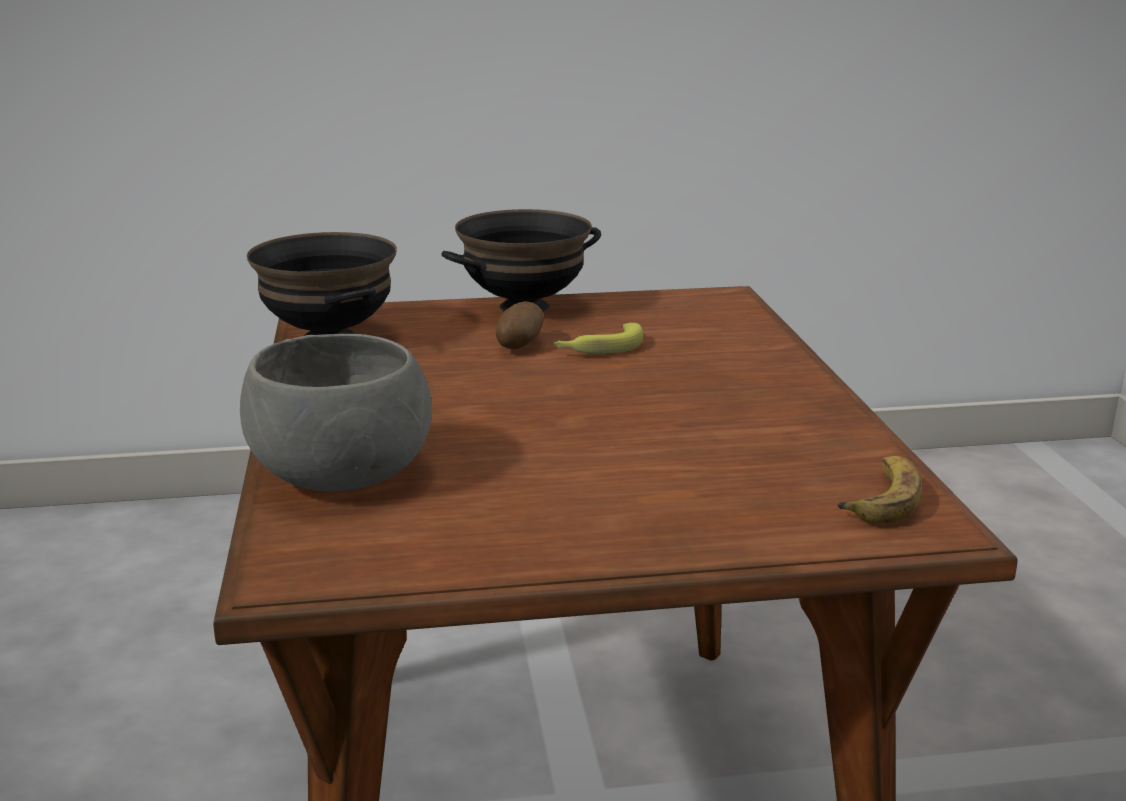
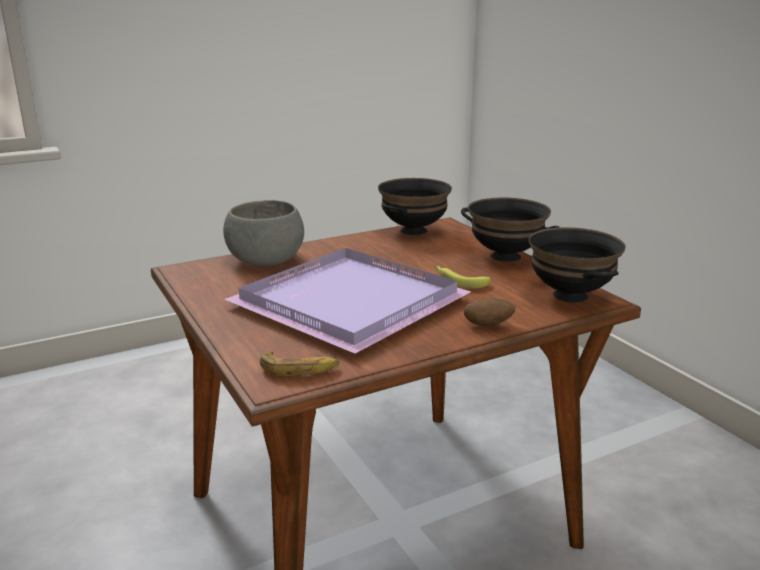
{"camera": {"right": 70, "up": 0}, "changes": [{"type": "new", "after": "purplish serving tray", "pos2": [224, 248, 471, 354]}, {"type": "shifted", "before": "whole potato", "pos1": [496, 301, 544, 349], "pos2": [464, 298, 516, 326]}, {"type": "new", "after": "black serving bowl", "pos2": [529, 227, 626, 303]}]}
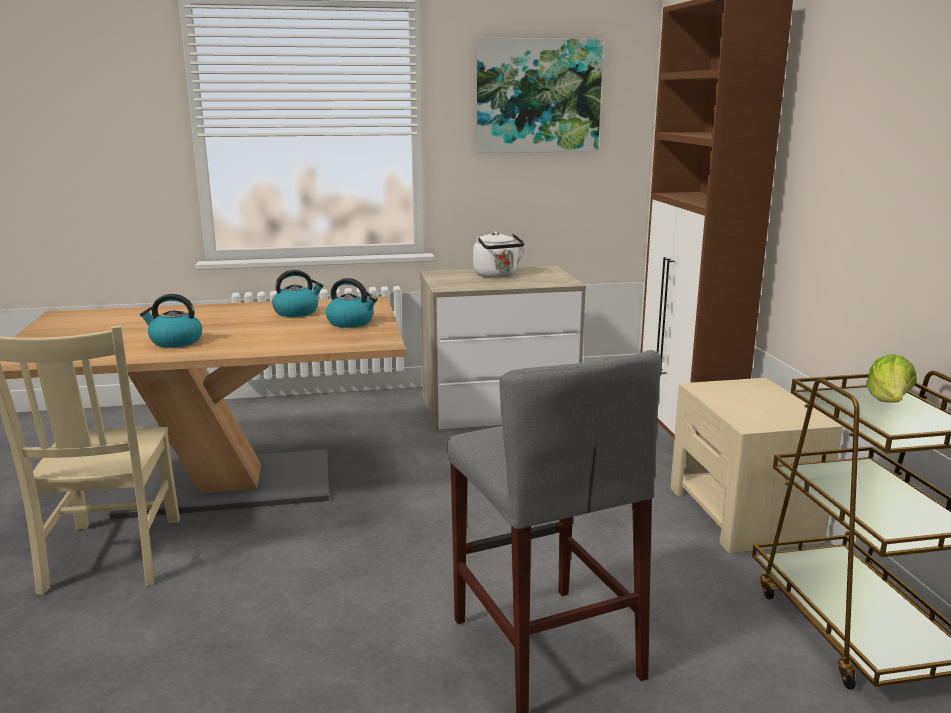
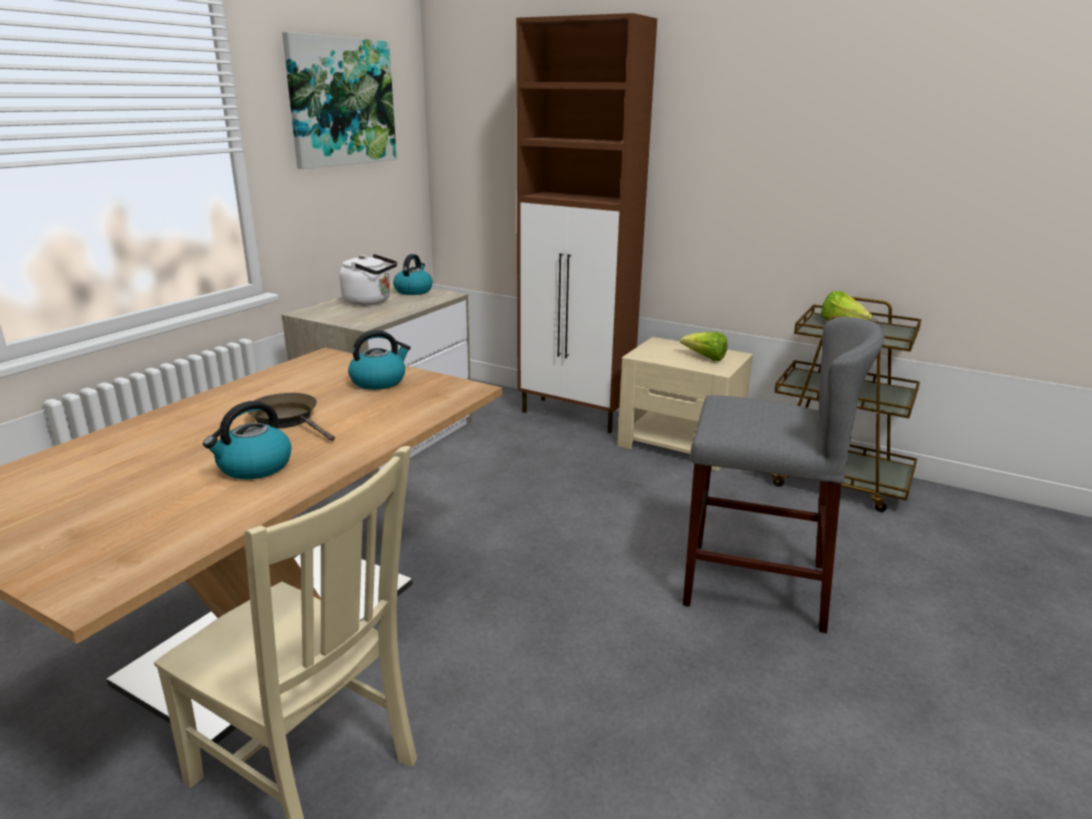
{"camera": {"right": -50, "up": 5}, "changes": [{"type": "new", "after": "brown frying pan", "pos2": [247, 393, 335, 441]}, {"type": "shifted", "before": "kettle", "pos1": [272, 270, 324, 317], "pos2": [393, 254, 433, 295]}, {"type": "new", "after": "lettuce head", "pos2": [680, 332, 727, 361]}]}
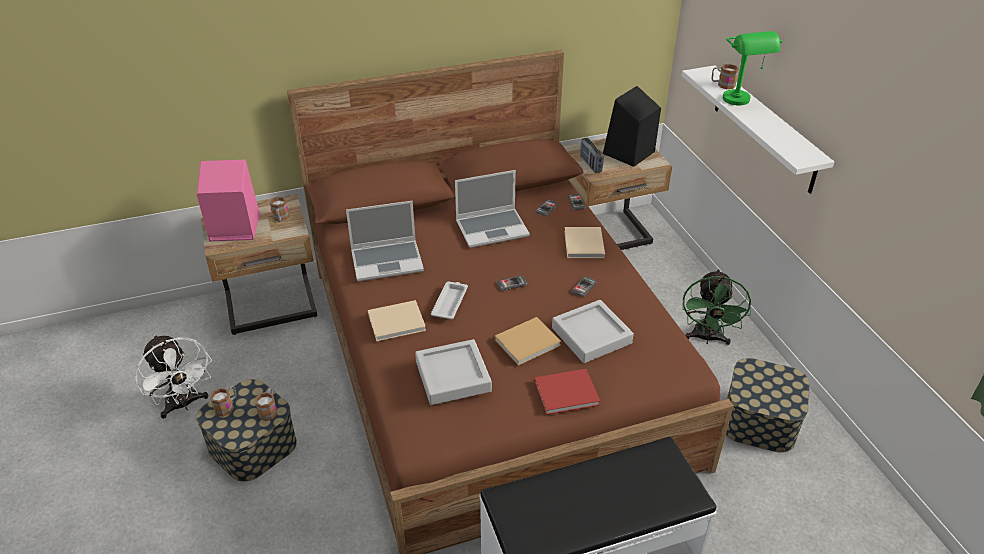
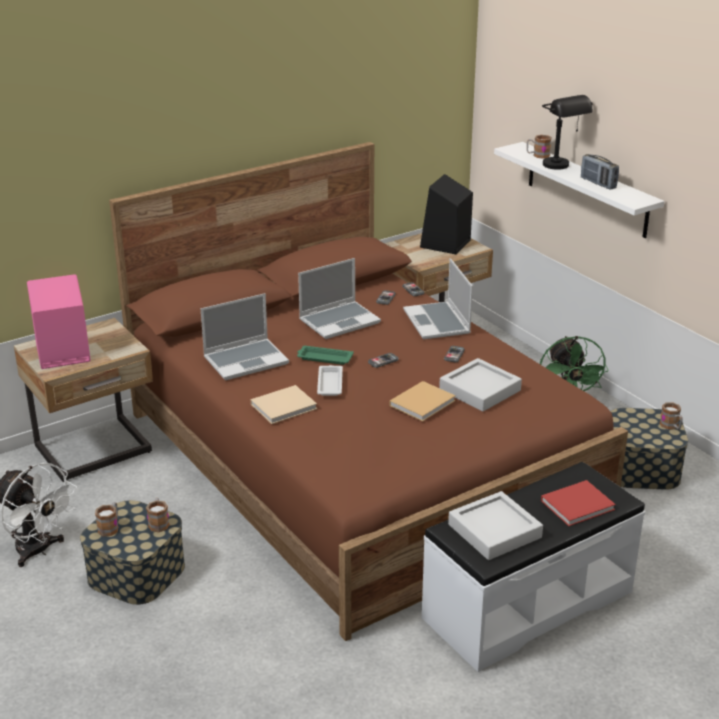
{"camera": {"right": -15, "up": -10}, "changes": [{"type": "new", "after": "green-coloured serving tray", "pos2": [297, 346, 354, 365]}, {"type": "swapped", "before": "sand-coloured volume", "after": "laptop", "pos1": [564, 227, 605, 258], "pos2": [403, 258, 473, 339]}, {"type": "shifted", "before": "grey serving tray", "pos1": [415, 339, 492, 405], "pos2": [448, 491, 543, 560]}, {"type": "shifted", "before": "red volume", "pos1": [534, 369, 600, 415], "pos2": [541, 480, 616, 526]}, {"type": "repainted", "before": "green-coloured tabletop lamp", "after": "black tabletop lamp", "pos1": [723, 31, 782, 105], "pos2": [542, 95, 593, 170]}, {"type": "shifted", "before": "radio set", "pos1": [580, 138, 604, 173], "pos2": [581, 154, 619, 189]}, {"type": "shifted", "before": "coffee mug", "pos1": [269, 196, 289, 222], "pos2": [660, 403, 683, 429]}]}
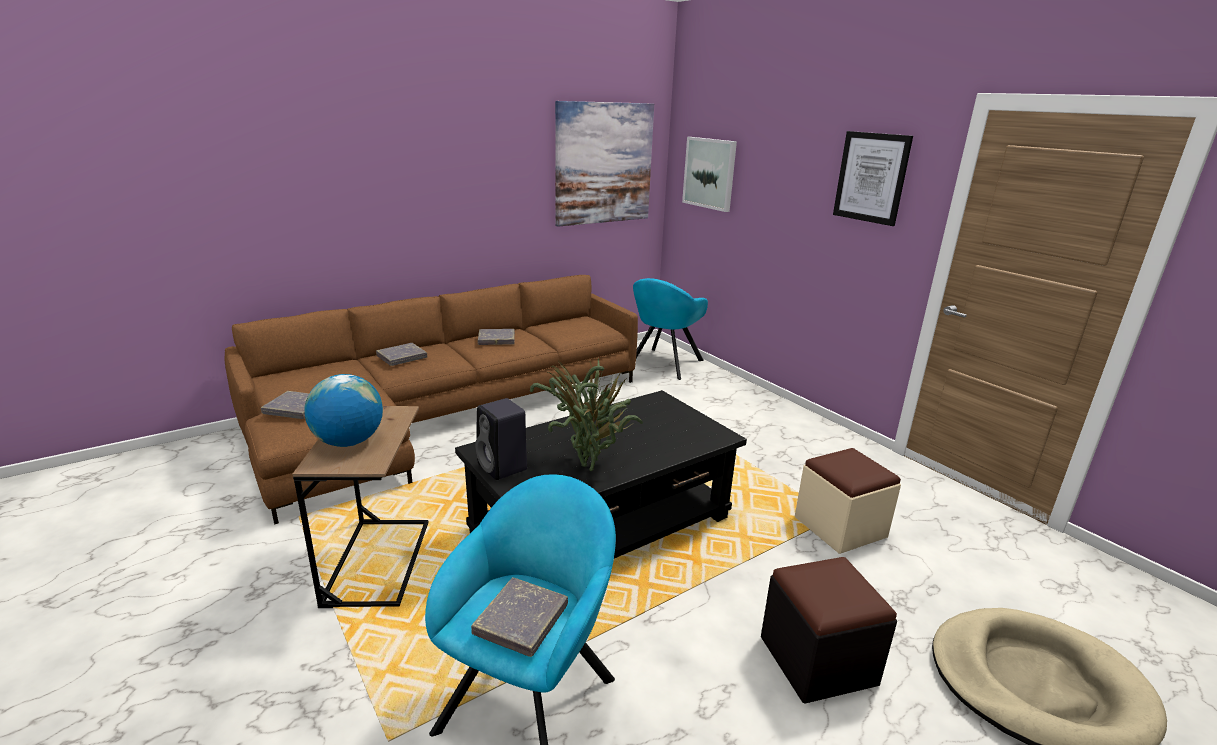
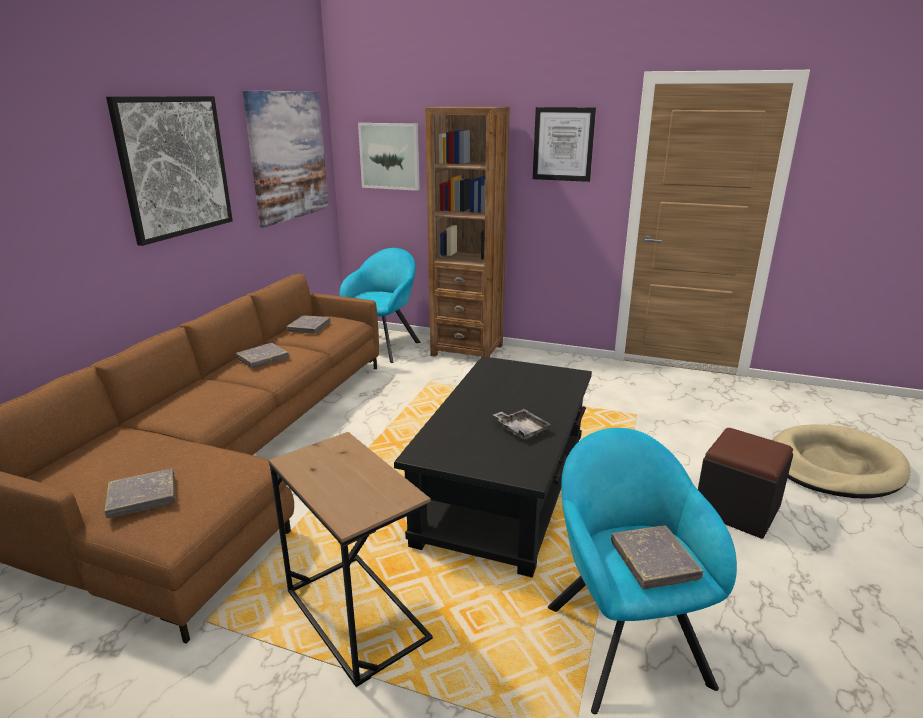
{"camera": {"right": -35, "up": 0}, "changes": [{"type": "new", "after": "wall art", "pos2": [106, 96, 233, 246]}, {"type": "shifted", "before": "grey volume", "pos1": [376, 343, 428, 366], "pos2": [286, 315, 330, 334]}, {"type": "rotated", "before": "turquoise lounge chair", "pos1": [633, 278, 708, 380], "pos2": [340, 248, 420, 363], "turn": -150}, {"type": "new", "after": "brown bookcase", "pos2": [425, 107, 510, 357]}, {"type": "swapped", "before": "plant in a pot", "after": "grey serving tray", "pos1": [530, 358, 643, 471], "pos2": [493, 409, 551, 440]}, {"type": "gone", "before": "globe", "pos1": [304, 374, 383, 447]}, {"type": "gone", "before": "black audio speaker", "pos1": [475, 398, 527, 480]}, {"type": "gone", "before": "sand-coloured ottoman", "pos1": [795, 448, 901, 554]}]}
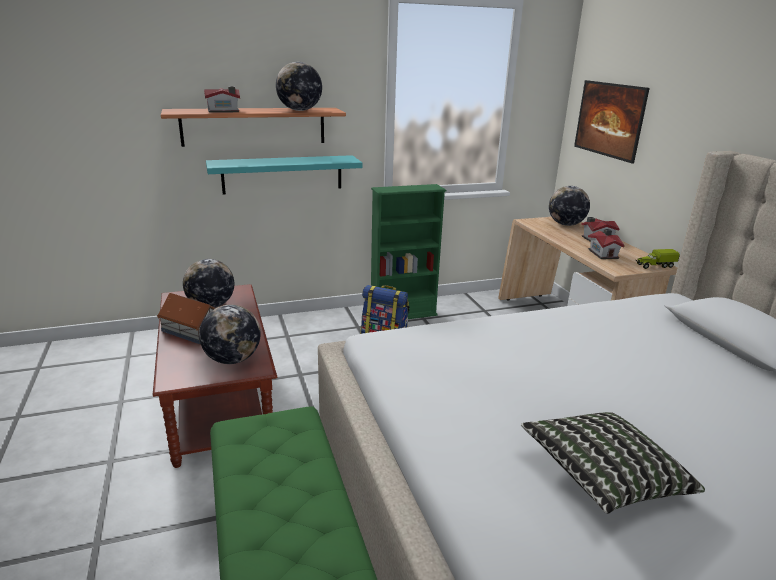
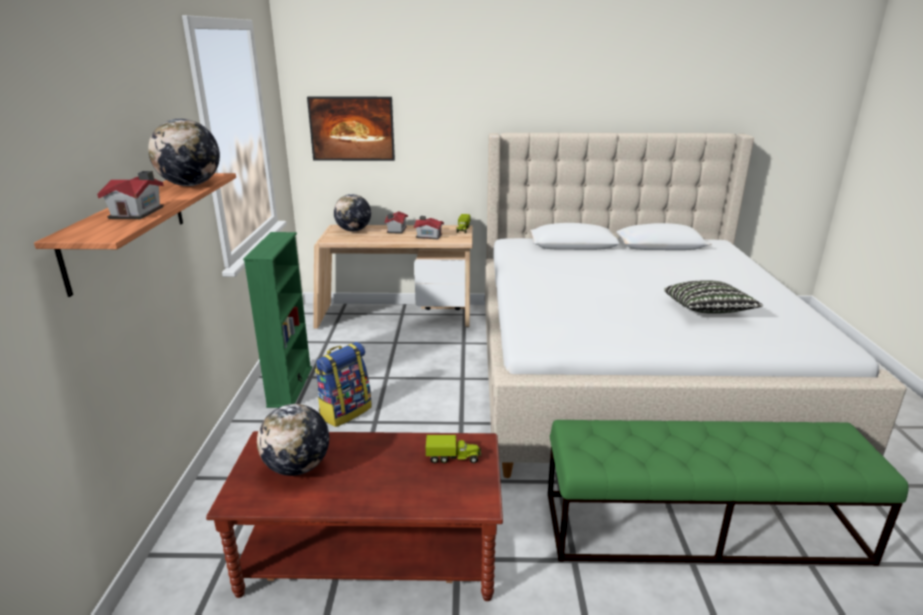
{"camera": {"right": -70, "up": 0}, "changes": [{"type": "swapped", "before": "globe", "after": "toy lorry", "pos1": [199, 305, 261, 364], "pos2": [426, 435, 481, 463]}, {"type": "gone", "before": "model house", "pos1": [157, 293, 215, 344]}, {"type": "gone", "before": "turquoise wall shelf", "pos1": [206, 155, 362, 195]}]}
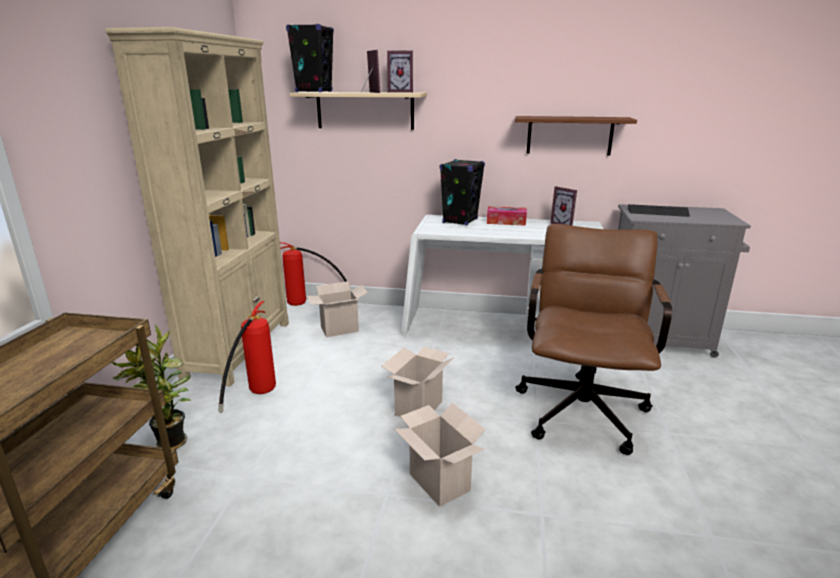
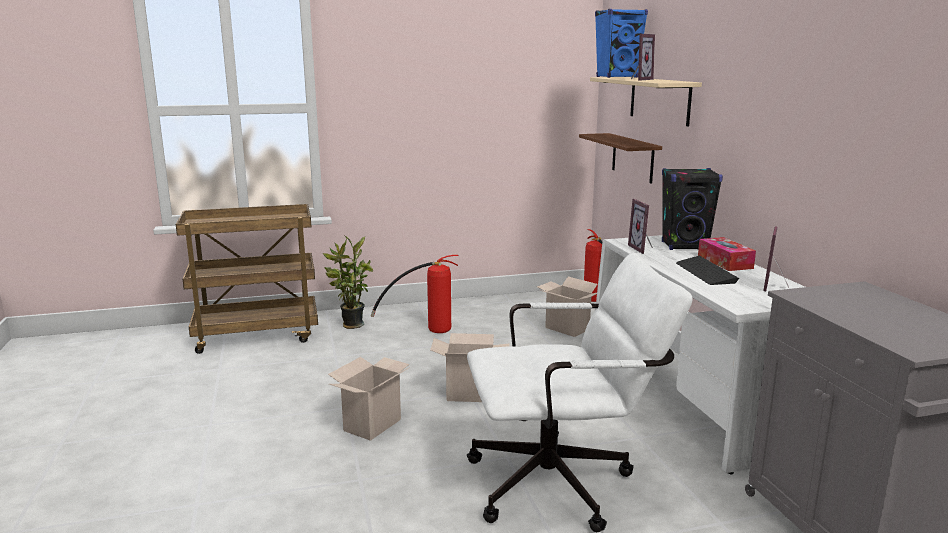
{"camera": {"right": 65, "up": -5}, "changes": [{"type": "repainted", "before": "brown computer chair", "after": "whitish computer chair", "pos1": [515, 224, 672, 455], "pos2": [467, 253, 693, 532]}, {"type": "shifted", "before": "brown wall shelf", "pos1": [515, 116, 637, 155], "pos2": [579, 133, 662, 183]}, {"type": "repainted", "before": "black audio speaker", "after": "blue audio speaker", "pos1": [286, 24, 334, 92], "pos2": [595, 9, 648, 78]}, {"type": "shifted", "before": "picture frame", "pos1": [387, 50, 413, 93], "pos2": [628, 199, 653, 254]}, {"type": "shifted", "before": "keyboard", "pos1": [628, 204, 690, 217], "pos2": [676, 256, 740, 285]}, {"type": "gone", "before": "sand-coloured bookcase", "pos1": [105, 27, 289, 386]}]}
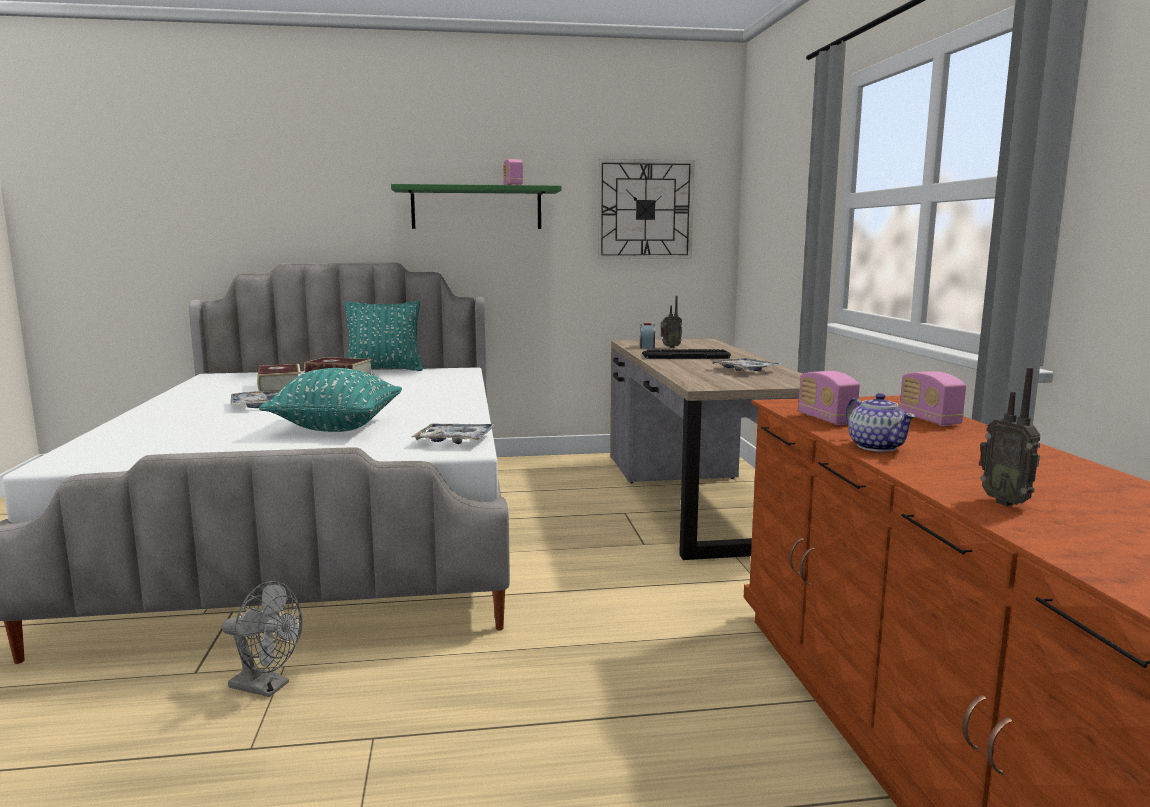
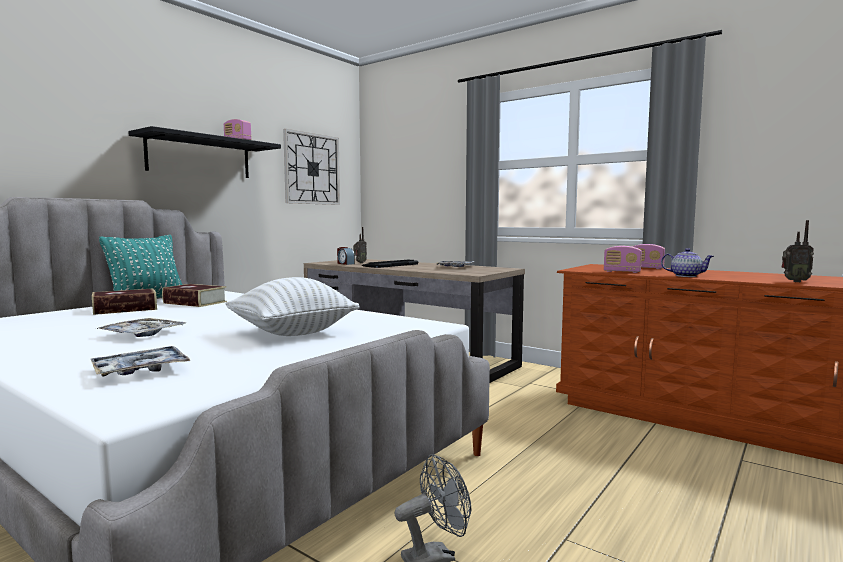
{"camera": {"right": -45, "up": -5}, "changes": [{"type": "shifted", "before": "serving tray", "pos1": [411, 423, 495, 444], "pos2": [91, 346, 190, 377]}, {"type": "repainted", "before": "green-coloured wall shelf", "after": "black wall shelf", "pos1": [391, 184, 562, 229], "pos2": [128, 126, 281, 178]}, {"type": "shifted", "before": "volume", "pos1": [257, 364, 301, 391], "pos2": [162, 284, 227, 307]}, {"type": "repainted", "before": "turquoise throw pillow", "after": "whitish throw pillow", "pos1": [259, 368, 402, 432], "pos2": [225, 277, 360, 336]}]}
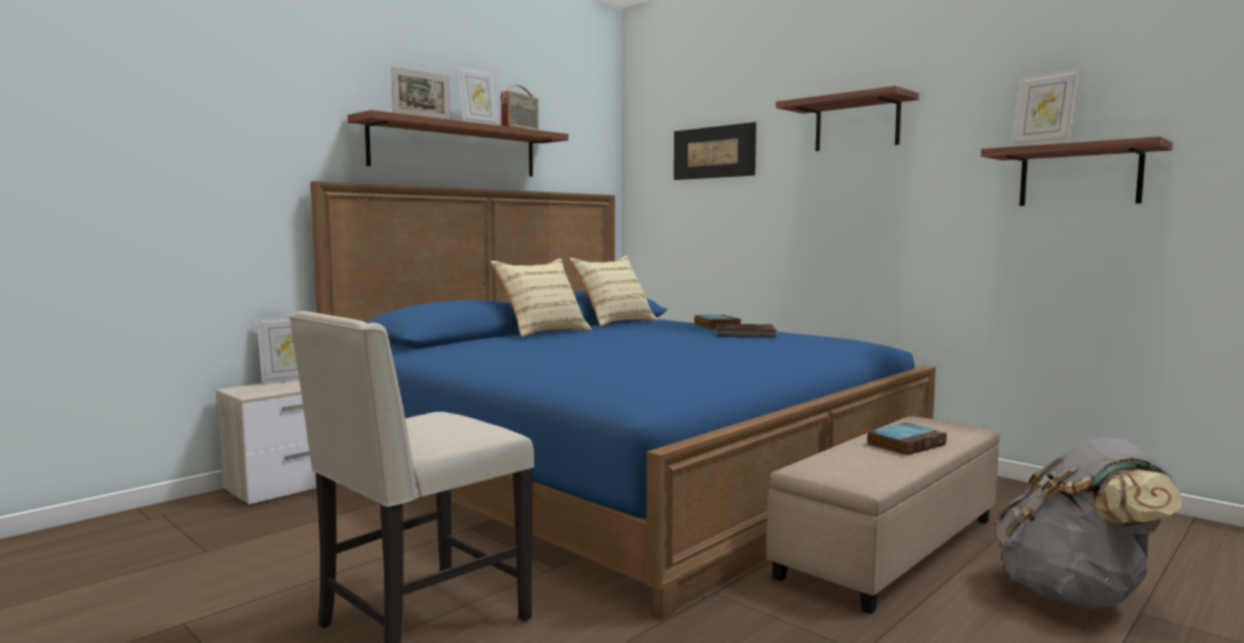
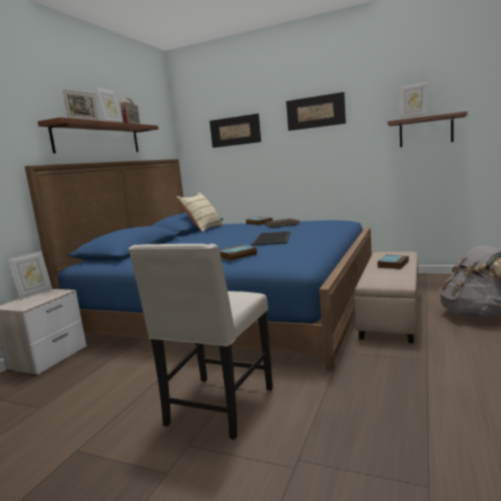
{"camera": {"right": -20, "up": 5}, "changes": [{"type": "new", "after": "volume", "pos2": [219, 245, 257, 261]}, {"type": "new", "after": "serving tray", "pos2": [251, 231, 291, 246]}, {"type": "swapped", "before": "wall shelf", "after": "wall art", "pos1": [776, 86, 919, 151], "pos2": [286, 92, 346, 131]}, {"type": "gone", "before": "sand-coloured throw pillow", "pos1": [490, 258, 592, 337]}]}
